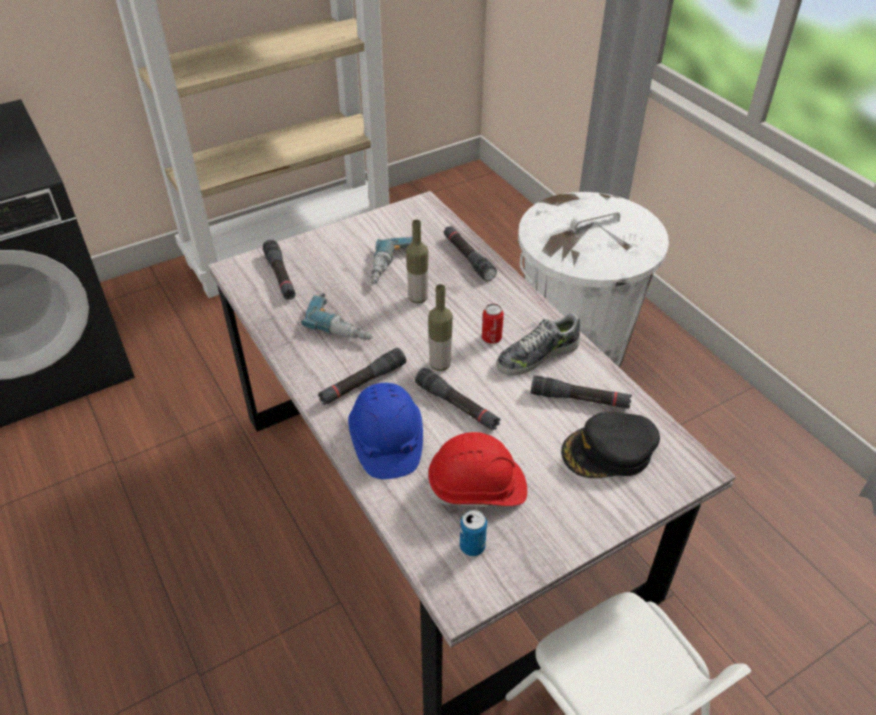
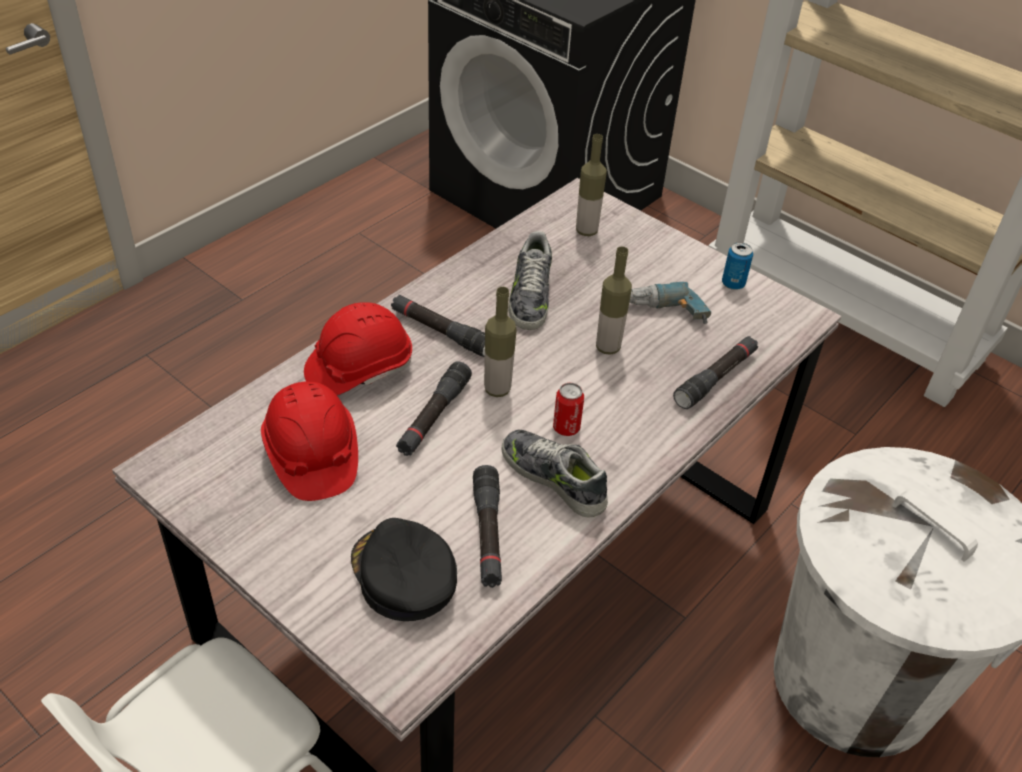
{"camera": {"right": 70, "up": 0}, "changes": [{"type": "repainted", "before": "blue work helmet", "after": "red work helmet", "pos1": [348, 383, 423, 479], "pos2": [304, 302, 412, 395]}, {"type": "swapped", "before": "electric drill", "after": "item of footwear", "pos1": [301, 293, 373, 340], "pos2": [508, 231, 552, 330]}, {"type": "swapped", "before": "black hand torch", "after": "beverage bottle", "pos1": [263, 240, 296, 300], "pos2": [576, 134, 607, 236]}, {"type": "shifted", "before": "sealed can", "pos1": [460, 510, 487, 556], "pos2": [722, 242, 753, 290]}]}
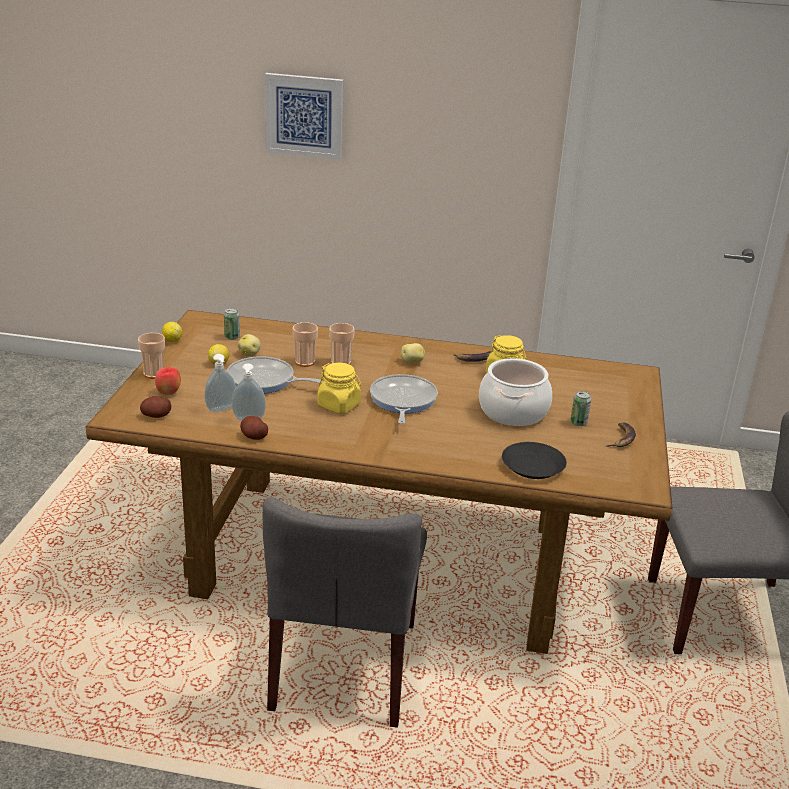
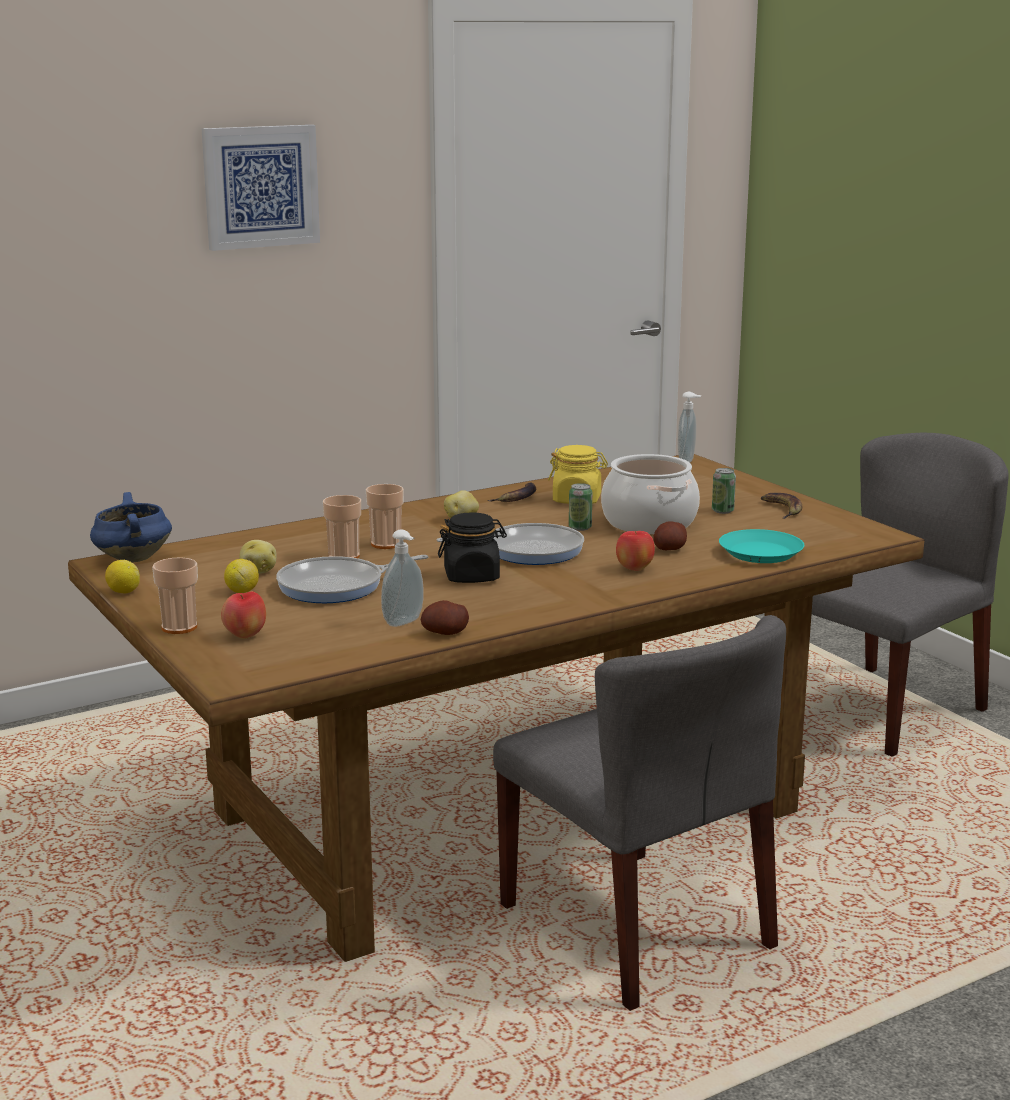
{"camera": {"right": -40, "up": -10}, "changes": [{"type": "new", "after": "blue cooking pot", "pos2": [90, 492, 172, 563]}, {"type": "shifted", "before": "wall art", "pos1": [265, 73, 343, 160], "pos2": [201, 125, 320, 251]}, {"type": "rotated", "before": "frying pan", "pos1": [370, 374, 438, 424], "pos2": [436, 523, 584, 565], "turn": 120}, {"type": "repainted", "before": "yellowish preserve jar", "after": "black preserve jar", "pos1": [318, 363, 361, 414], "pos2": [438, 512, 507, 583]}, {"type": "shifted", "before": "sealed can", "pos1": [224, 308, 240, 340], "pos2": [569, 483, 592, 531]}, {"type": "new", "after": "whole apple", "pos2": [616, 531, 655, 571]}, {"type": "shifted", "before": "whole potato", "pos1": [140, 396, 171, 418], "pos2": [653, 522, 687, 550]}, {"type": "shifted", "before": "soap dispenser", "pos1": [204, 354, 236, 412], "pos2": [678, 392, 702, 462]}, {"type": "repainted", "before": "black dinner plate", "after": "turquoise dinner plate", "pos1": [502, 442, 567, 479], "pos2": [719, 529, 804, 563]}]}
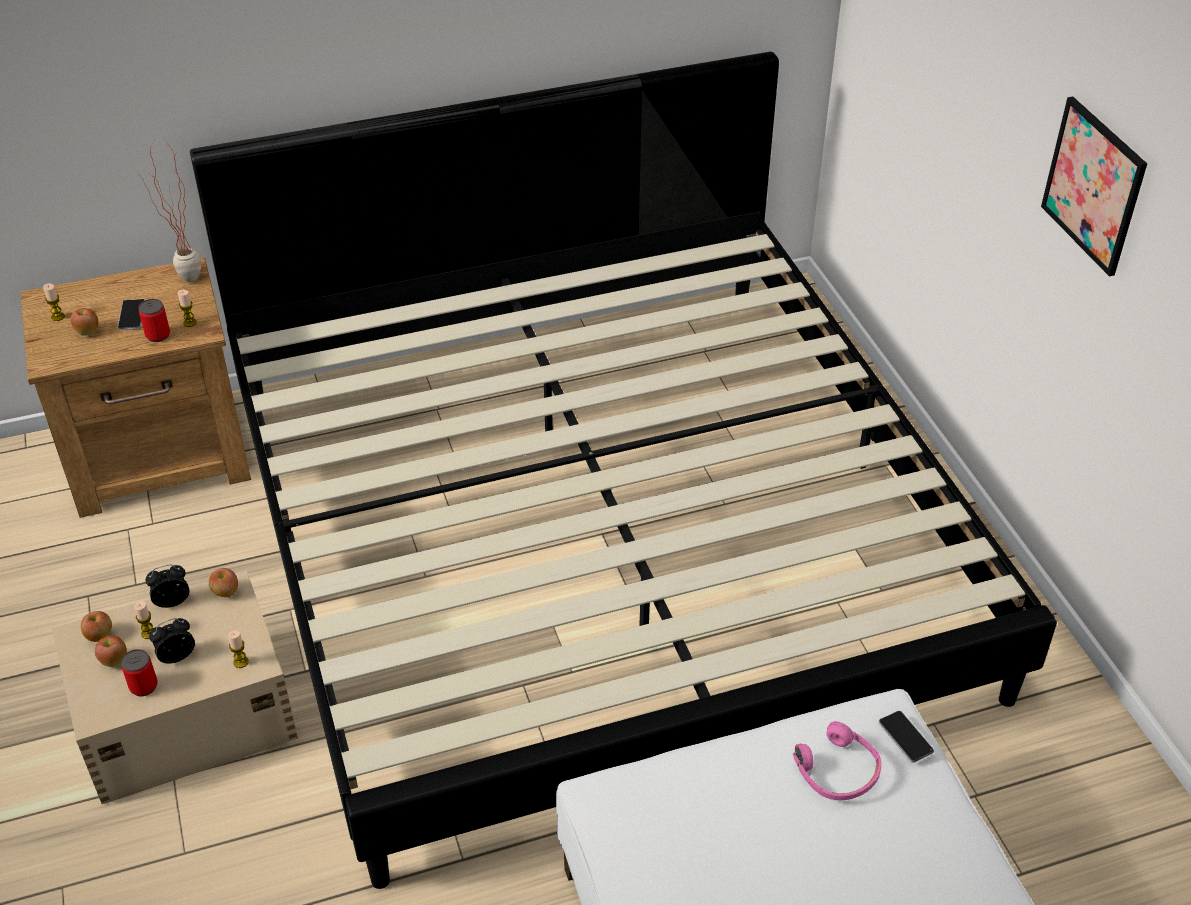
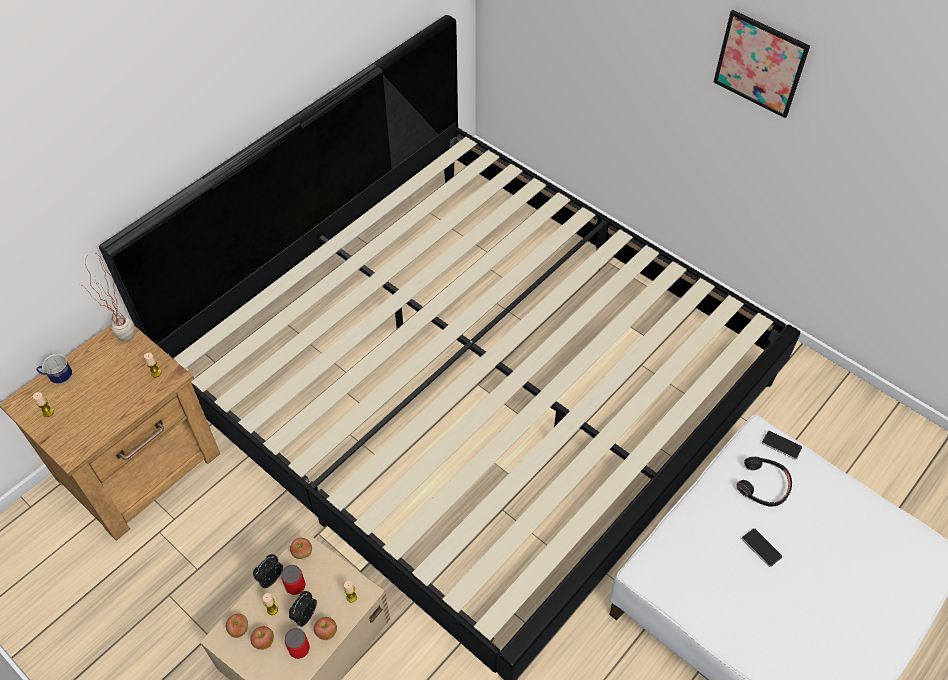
{"camera": {"right": -30, "up": 10}, "changes": [{"type": "new", "after": "coffee mug", "pos2": [36, 354, 72, 384]}, {"type": "shifted", "before": "sealed can", "pos1": [139, 299, 170, 342], "pos2": [281, 565, 305, 595]}, {"type": "shifted", "before": "whole apple", "pos1": [71, 308, 99, 336], "pos2": [314, 617, 337, 640]}, {"type": "repainted", "before": "pink pair of headphones", "after": "black pair of headphones", "pos1": [793, 721, 882, 800], "pos2": [736, 457, 792, 507]}, {"type": "shifted", "before": "phone", "pos1": [117, 299, 145, 330], "pos2": [742, 528, 782, 567]}]}
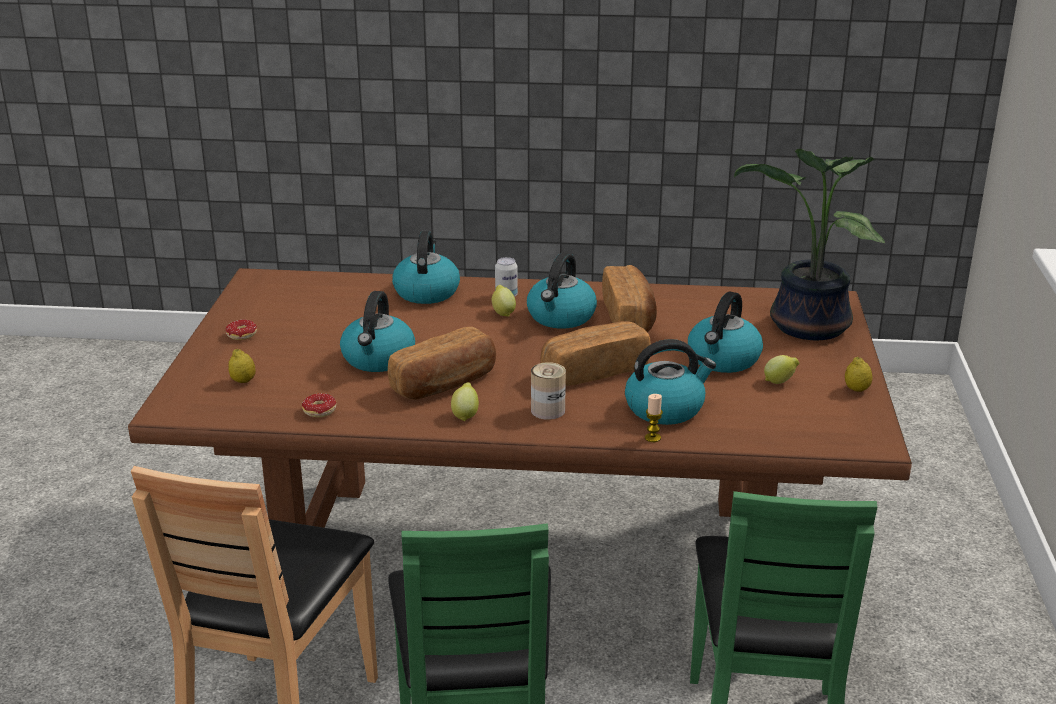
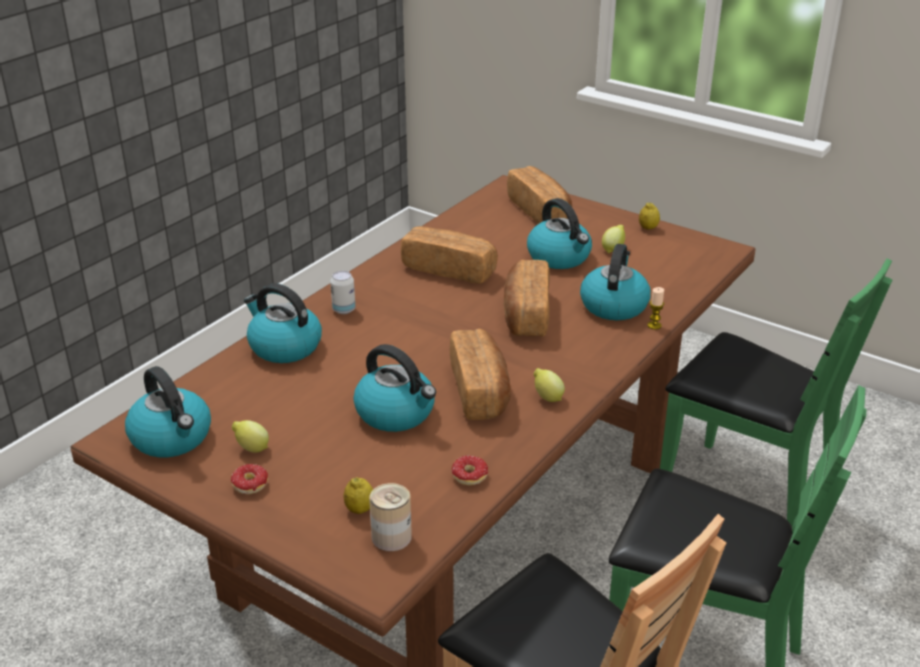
{"camera": {"right": -60, "up": 5}, "changes": [{"type": "shifted", "before": "kettle", "pos1": [527, 252, 597, 328], "pos2": [125, 366, 211, 457]}, {"type": "shifted", "before": "citrus fruit", "pos1": [492, 285, 516, 317], "pos2": [232, 420, 269, 453]}, {"type": "shifted", "before": "sealed can", "pos1": [531, 362, 566, 420], "pos2": [369, 483, 412, 551]}, {"type": "swapped", "before": "plant in a pot", "after": "bakery bread", "pos1": [734, 149, 885, 341], "pos2": [507, 166, 572, 224]}]}
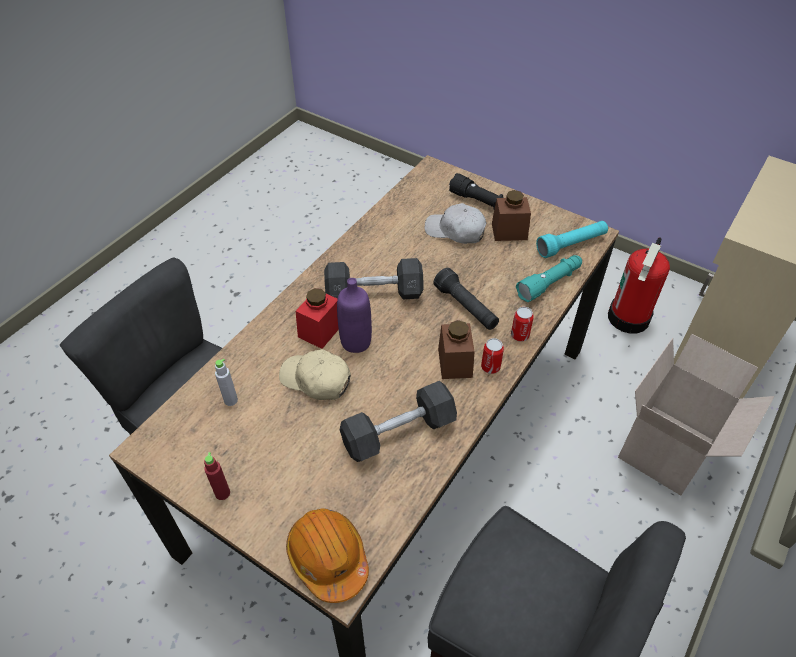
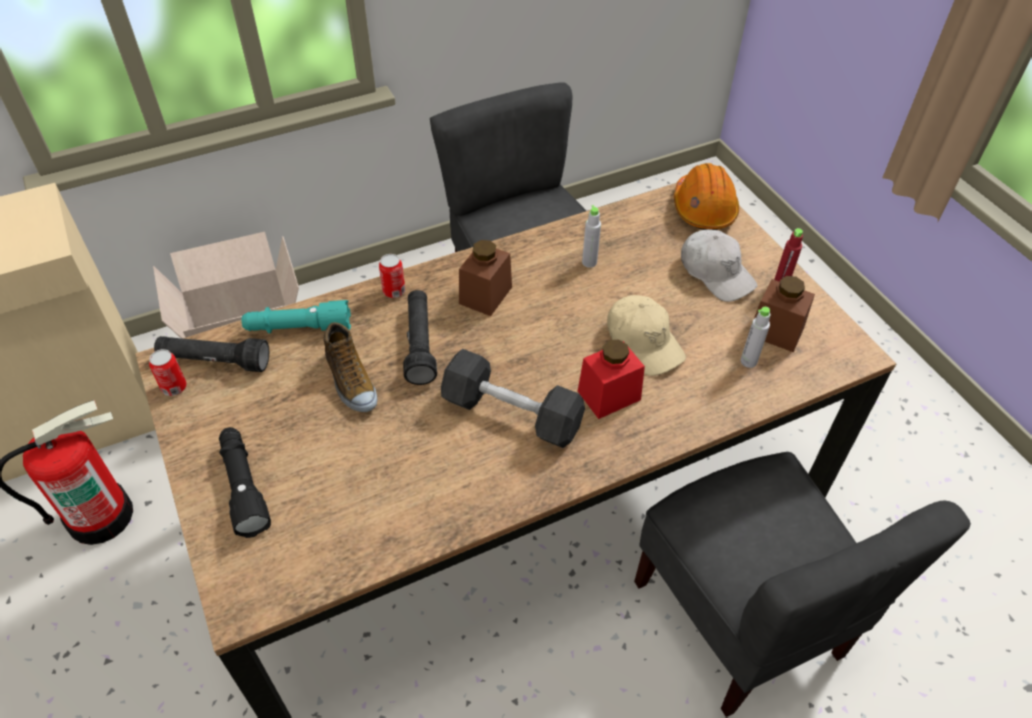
{"camera": {"right": -150, "up": 0}, "changes": [{"type": "shifted", "before": "sealed can", "pos1": [481, 338, 504, 374], "pos2": [149, 349, 187, 396]}, {"type": "repainted", "before": "turquoise hand torch", "after": "black hand torch", "pos1": [536, 221, 608, 258], "pos2": [154, 336, 269, 372]}, {"type": "new", "after": "item of footwear", "pos2": [324, 322, 377, 412]}, {"type": "swapped", "before": "grey dumbbell", "after": "grey beverage bottle", "pos1": [340, 381, 457, 462], "pos2": [582, 205, 601, 268]}, {"type": "shifted", "before": "whitish baseball cap", "pos1": [425, 203, 487, 244], "pos2": [681, 229, 758, 302]}, {"type": "shifted", "before": "brown preserve jar", "pos1": [492, 190, 531, 241], "pos2": [748, 276, 815, 352]}, {"type": "gone", "before": "purplish beverage bottle", "pos1": [337, 278, 372, 353]}]}
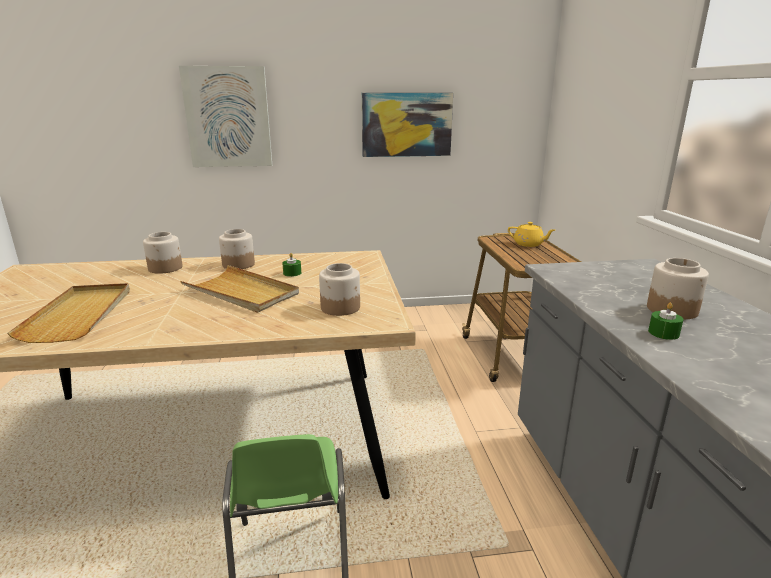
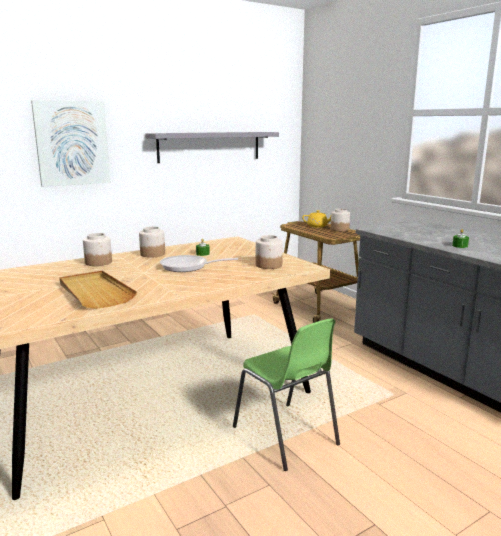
{"camera": {"right": -25, "up": -5}, "changes": [{"type": "swapped", "before": "wall art", "after": "grey wall shelf", "pos1": [362, 93, 453, 157], "pos2": [145, 132, 279, 163]}, {"type": "swapped", "before": "sand-coloured serving tray", "after": "frying pan", "pos1": [180, 265, 299, 313], "pos2": [160, 255, 238, 272]}, {"type": "shifted", "before": "preserve jar", "pos1": [647, 258, 709, 319], "pos2": [331, 208, 350, 231]}]}
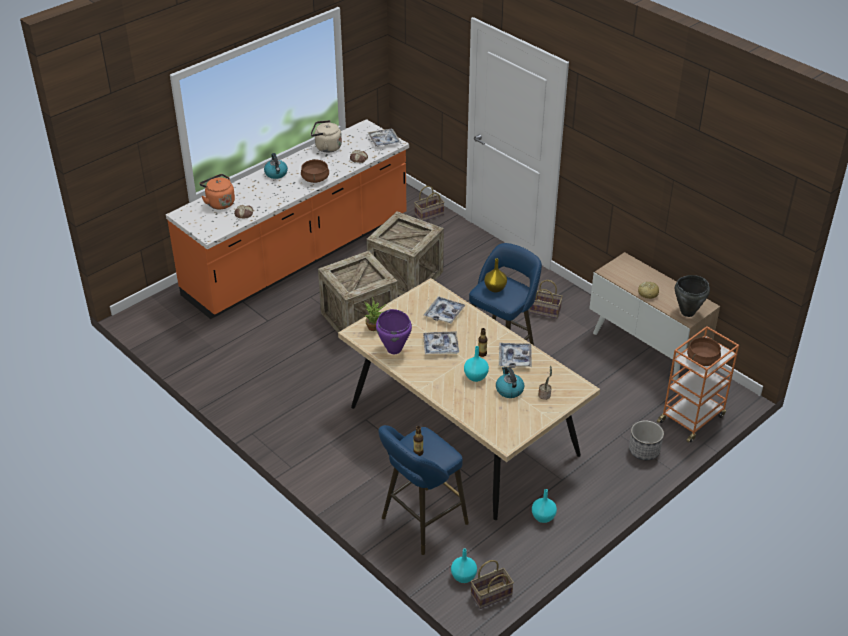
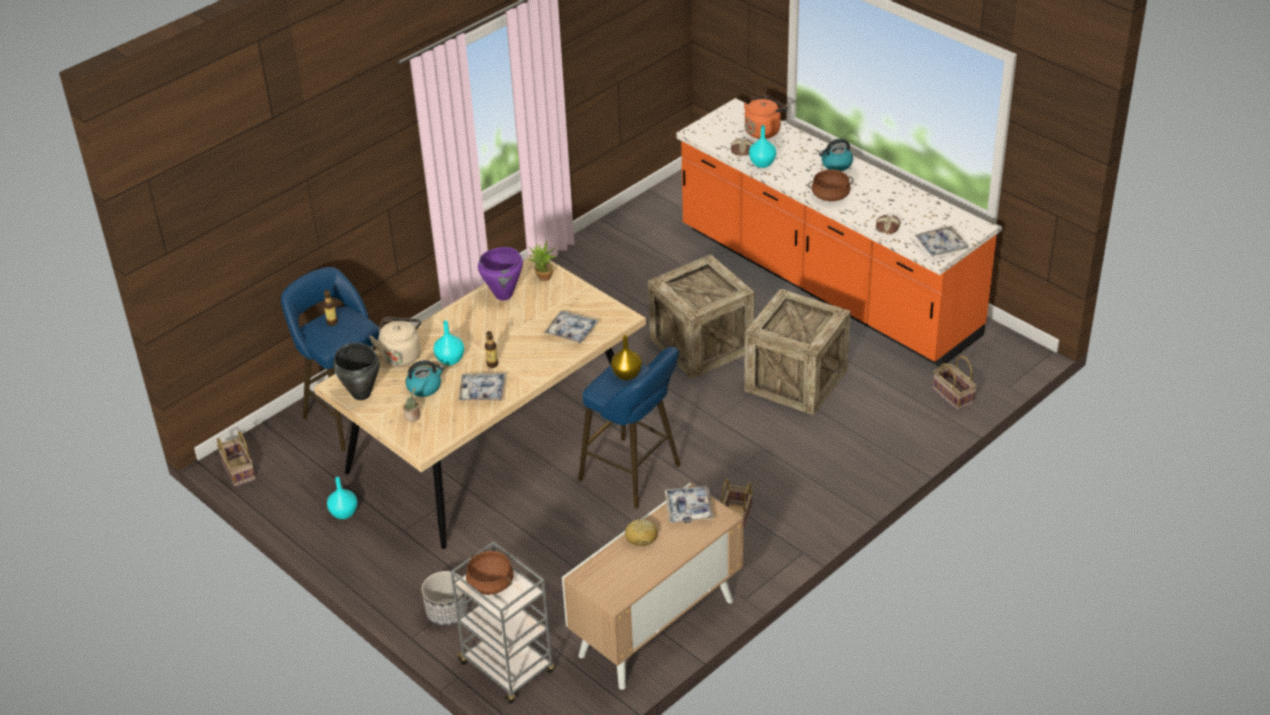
{"camera": {"right": 90, "up": 0}, "changes": [{"type": "shifted", "before": "black cooking pot", "pos1": [675, 275, 710, 317], "pos2": [333, 343, 380, 400]}, {"type": "shifted", "before": "sand-coloured kettle", "pos1": [311, 120, 342, 152], "pos2": [369, 317, 421, 367]}, {"type": "repainted", "before": "orange-coloured cart", "after": "grey cart", "pos1": [657, 326, 739, 442], "pos2": [450, 541, 555, 704]}, {"type": "shifted", "before": "serving tray", "pos1": [423, 332, 459, 354], "pos2": [665, 486, 714, 523]}, {"type": "shifted", "before": "turquoise flower vase", "pos1": [451, 549, 477, 583], "pos2": [749, 125, 776, 168]}]}
